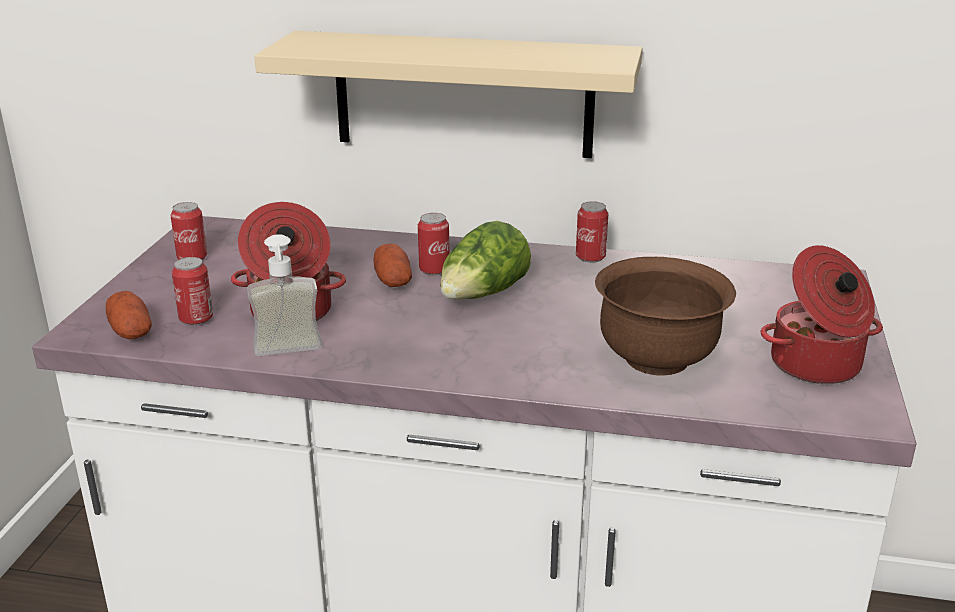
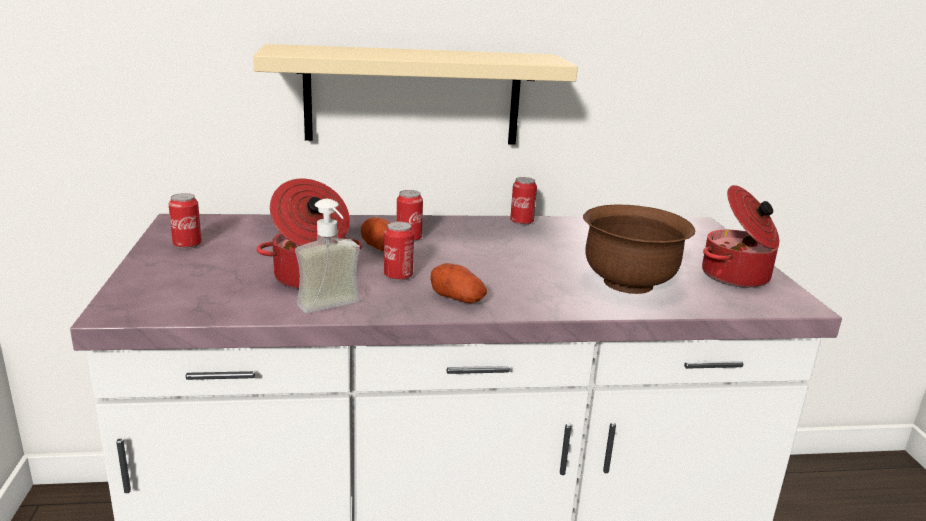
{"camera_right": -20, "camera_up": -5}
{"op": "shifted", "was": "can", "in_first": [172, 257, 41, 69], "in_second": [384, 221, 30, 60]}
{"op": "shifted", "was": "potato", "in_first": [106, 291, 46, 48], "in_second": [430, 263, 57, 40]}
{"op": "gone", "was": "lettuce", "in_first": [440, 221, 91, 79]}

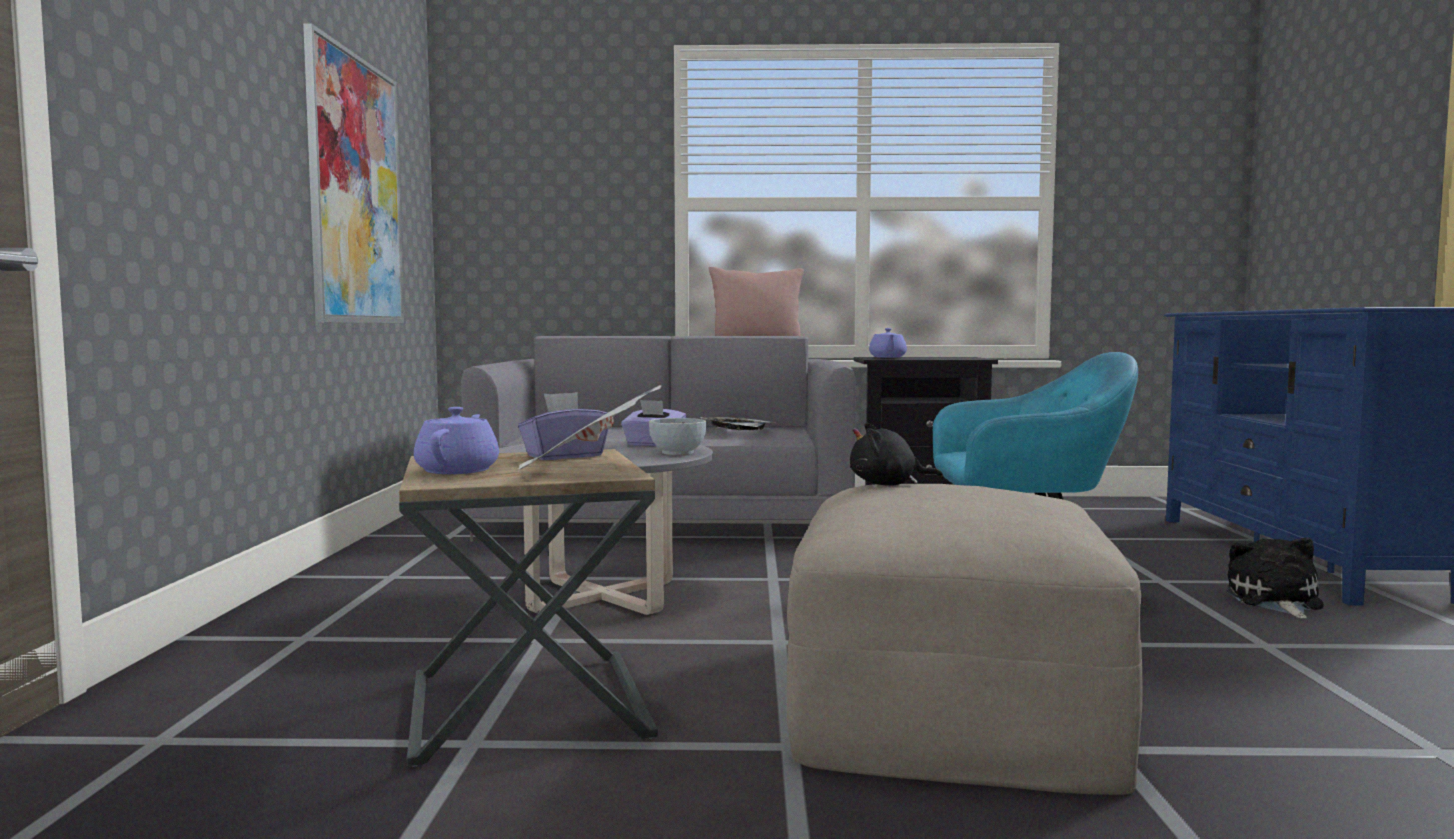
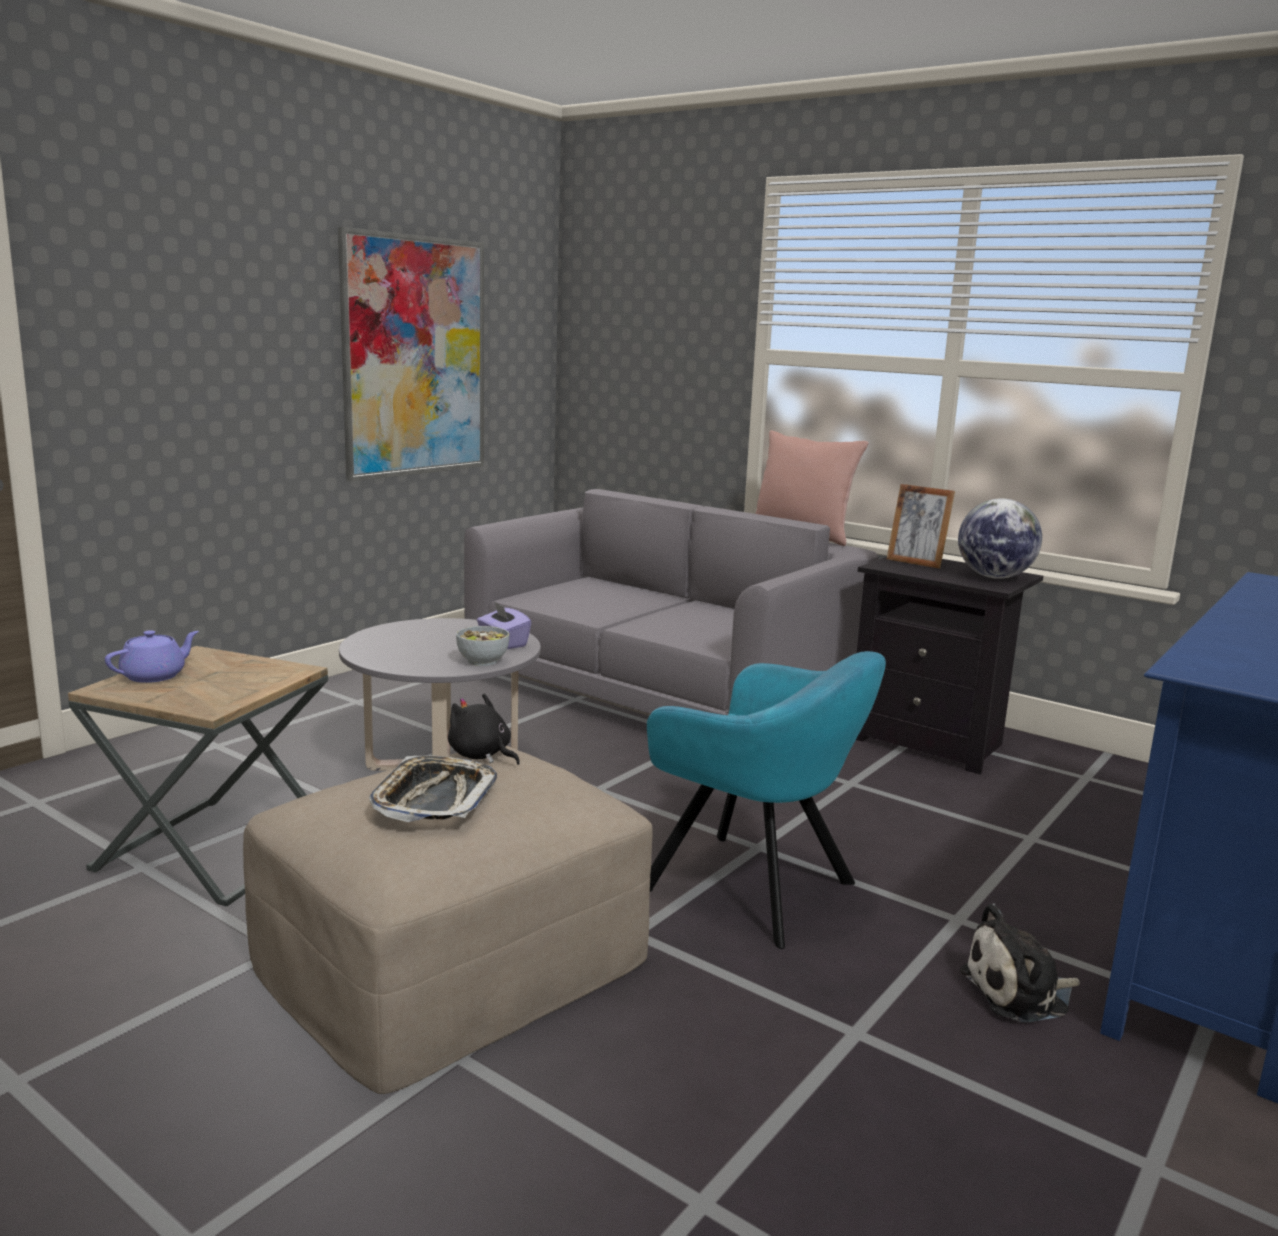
{"camera_right": 35, "camera_up": 10}
{"op": "shifted", "was": "tray", "in_first": [699, 417, 77, 13], "in_second": [369, 755, 128, 67]}
{"op": "swapped", "was": "teapot (purple)", "now": "picture frame", "in_first": [869, 328, 38, 30], "in_second": [887, 484, 68, 85]}
{"op": "new", "now": "globe", "in_second": [958, 498, 84, 81]}
{"op": "rotated", "was": "plush toy", "in_first": [1227, 537, 97, 82], "in_second": [960, 903, 120, 119], "clockwise": -150}
{"op": "gone", "was": "tissue box (purple)", "in_first": [518, 392, 91, 68]}
{"op": "gone", "was": "newspaper", "in_first": [519, 385, 143, 84]}

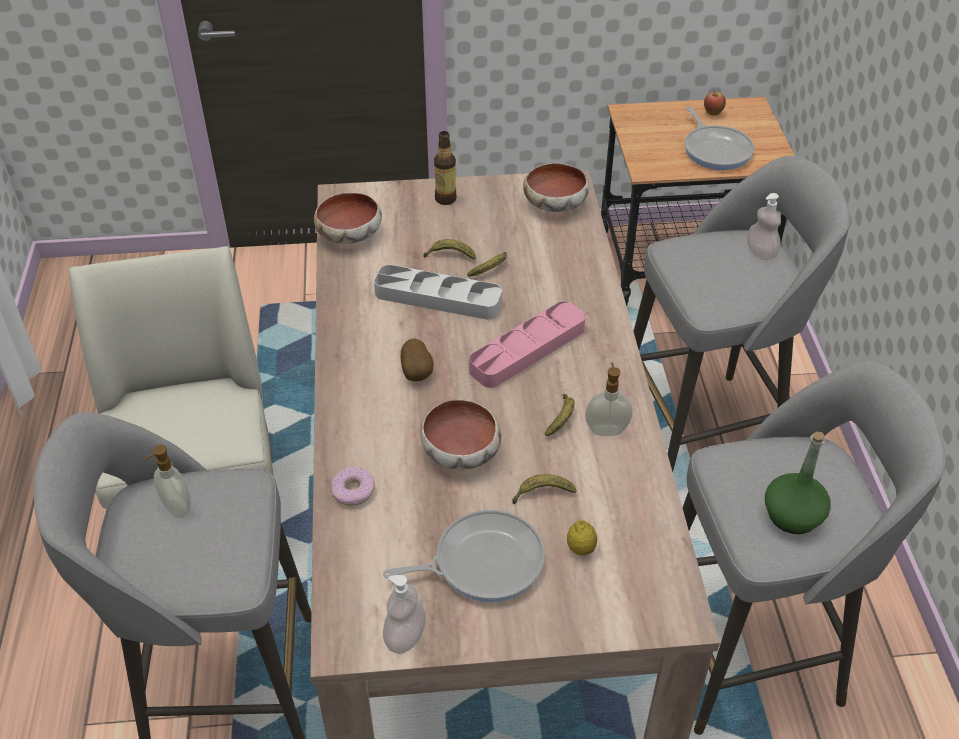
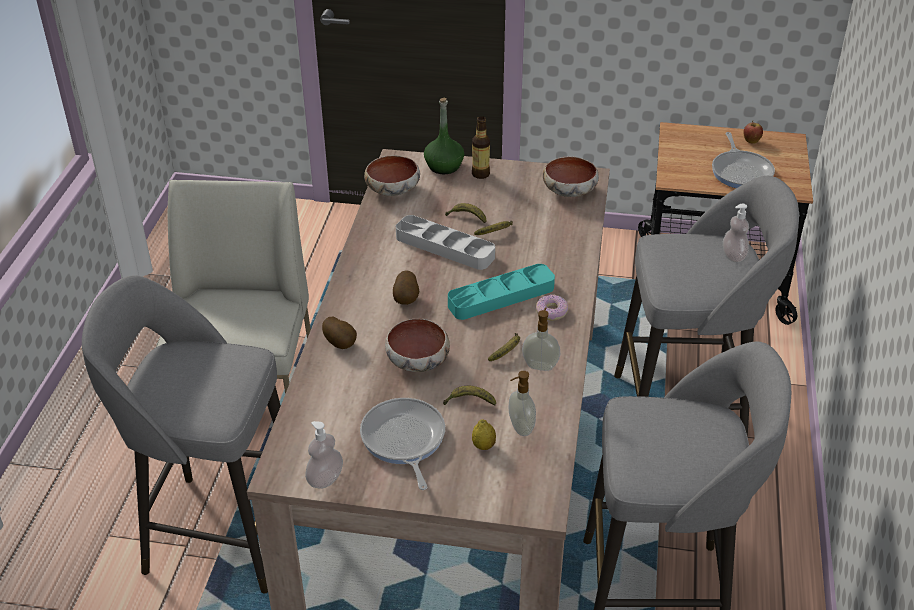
{"camera_right": 15, "camera_up": -5}
{"op": "new", "now": "potato", "in_second": [322, 316, 35, 33]}
{"op": "rotated", "was": "frying pan", "in_first": [383, 510, 162, 93], "in_second": [360, 398, 85, 92], "clockwise": -105}
{"op": "shifted", "was": "bottle (green)", "in_first": [765, 431, 66, 103], "in_second": [424, 98, 40, 76]}
{"op": "repainted", "was": "tray (pink)", "now": "tray (turquoise)", "in_first": [469, 301, 117, 87], "in_second": [448, 264, 107, 56]}
{"op": "shifted", "was": "soap dispenser", "in_first": [144, 445, 47, 73], "in_second": [509, 371, 27, 65]}
{"op": "shifted", "was": "donut", "in_first": [331, 467, 44, 39], "in_second": [536, 295, 33, 26]}

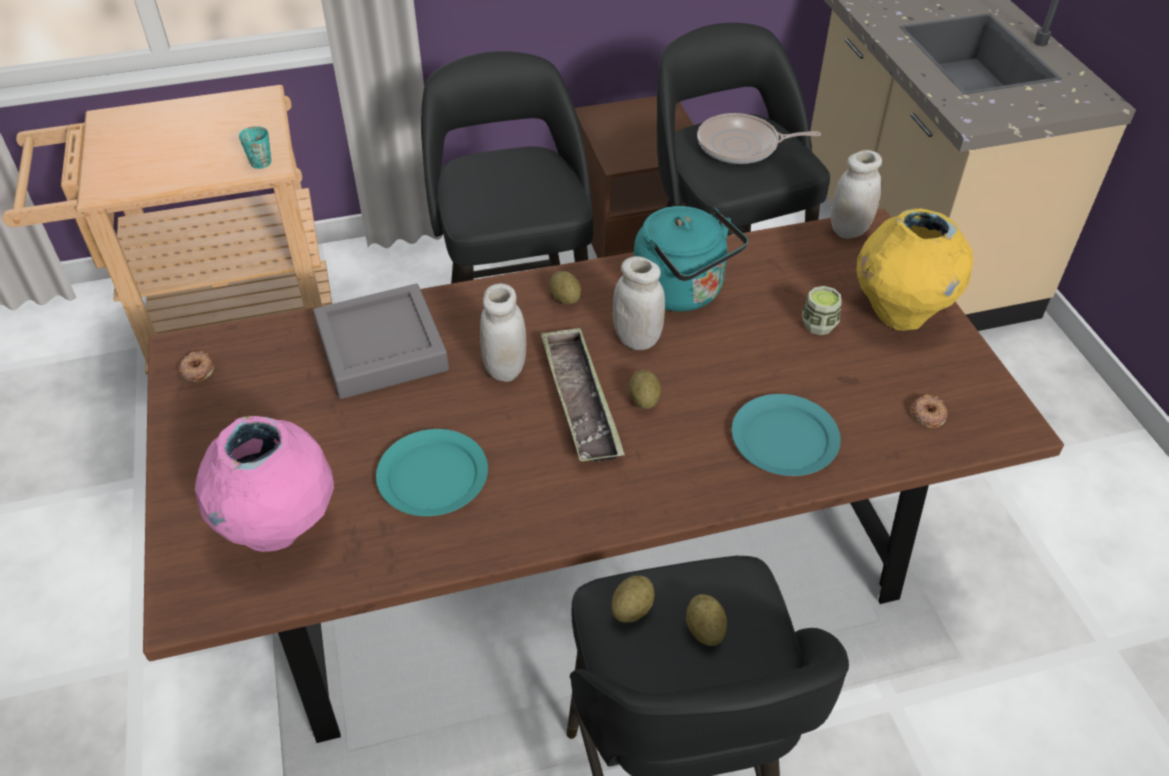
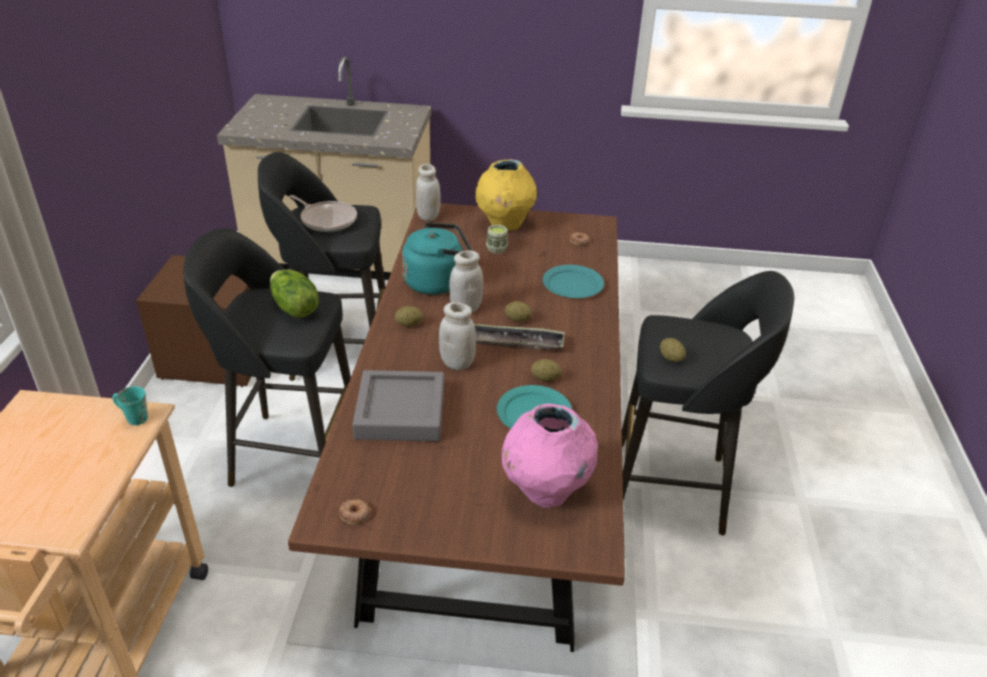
{"camera_right": -70, "camera_up": -10}
{"op": "new", "now": "lettuce", "in_second": [270, 270, 49, 48]}
{"op": "rotated", "was": "frying pan", "in_first": [697, 113, 124, 51], "in_second": [289, 195, 68, 37], "clockwise": -75}
{"op": "shifted", "was": "potato", "in_first": [686, 594, 41, 52], "in_second": [531, 359, 31, 22]}

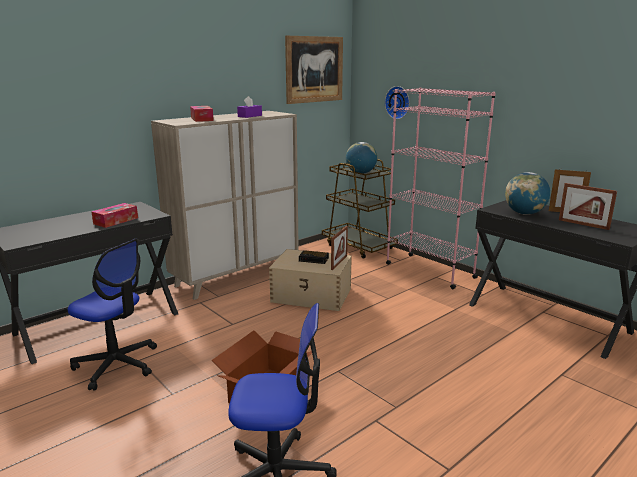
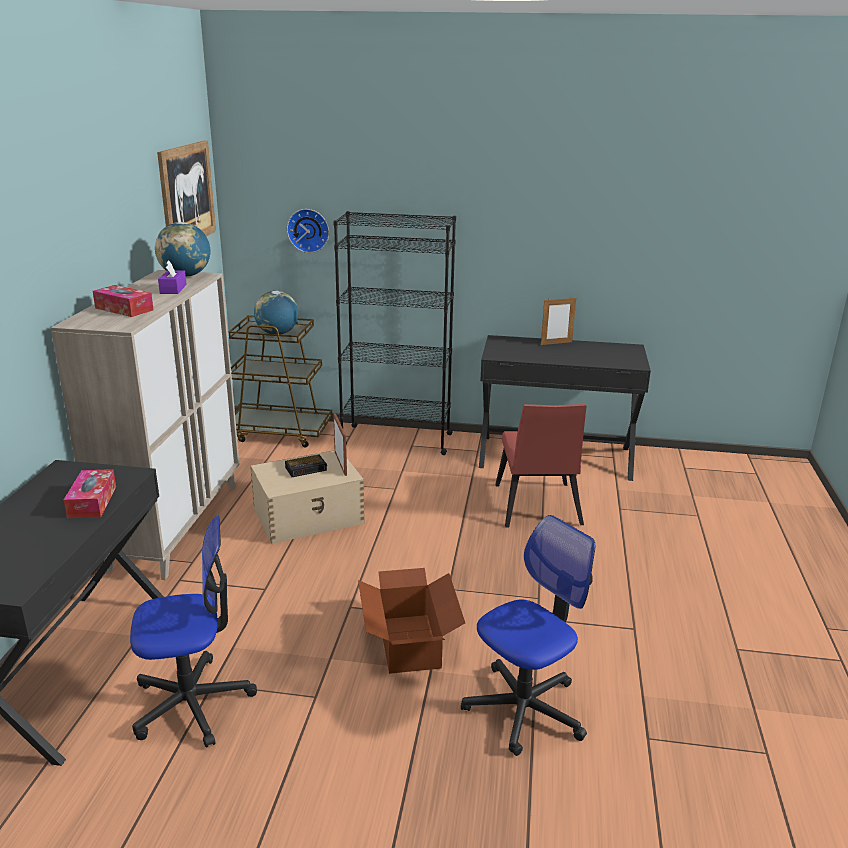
{"camera_right": -40, "camera_up": 5}
{"op": "shifted", "was": "globe", "in_first": [505, 172, 45, 43], "in_second": [155, 222, 55, 55]}
{"op": "repainted", "was": "bookcase (pink)", "now": "bookcase (black)", "in_first": [386, 87, 110, 202], "in_second": [334, 211, 122, 244]}
{"op": "new", "now": "chair (red)", "in_second": [495, 404, 92, 123]}
{"op": "gone", "was": "picture frame", "in_first": [559, 183, 58, 47]}

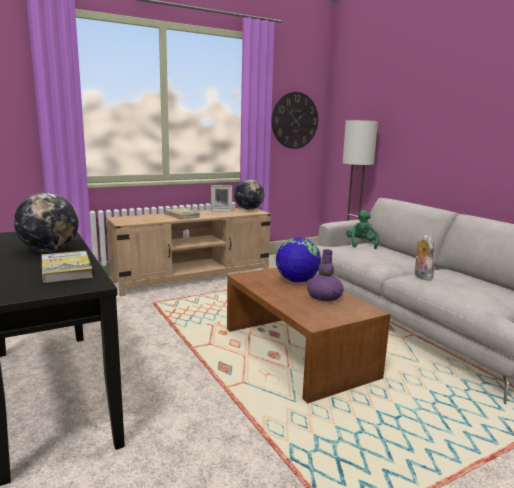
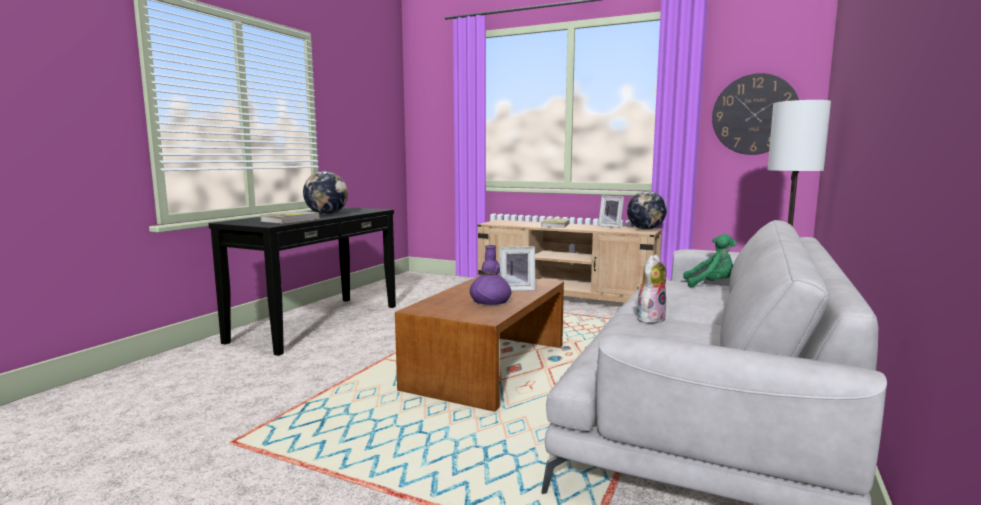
{"camera_right": 55, "camera_up": -5}
{"op": "swapped", "was": "globe", "now": "picture frame", "in_first": [276, 237, 45, 45], "in_second": [499, 246, 36, 45]}
{"op": "rotated", "was": "plush toy (green)", "in_first": [346, 210, 33, 39], "in_second": [683, 234, 54, 54], "clockwise": 45}

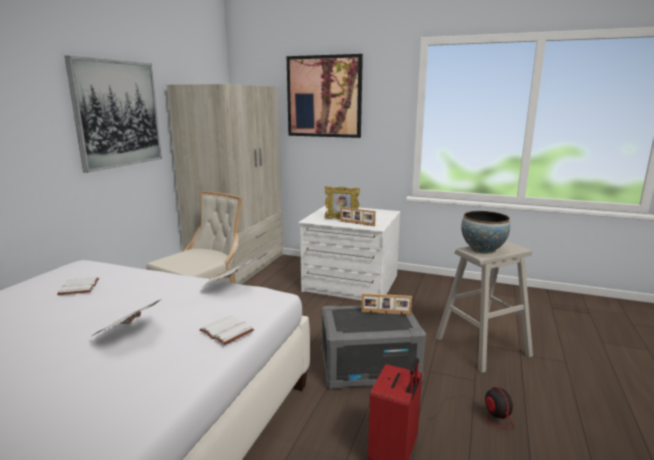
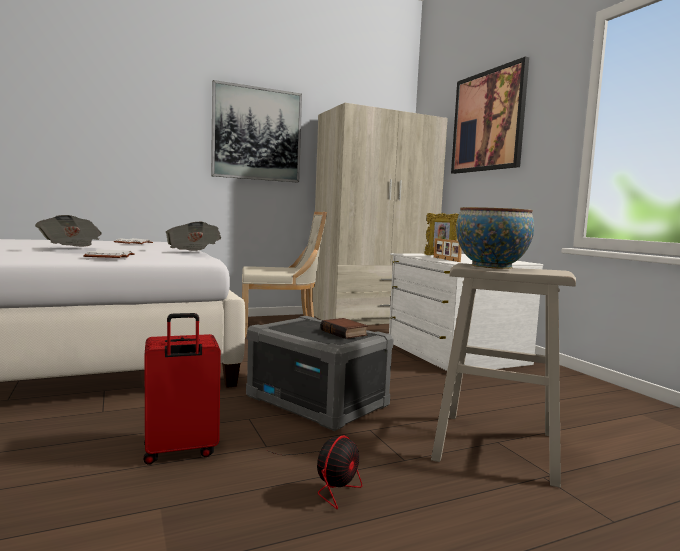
{"camera_right": 45, "camera_up": -10}
{"op": "swapped", "was": "picture frame", "now": "book", "in_first": [362, 293, 50, 22], "in_second": [321, 318, 47, 21]}

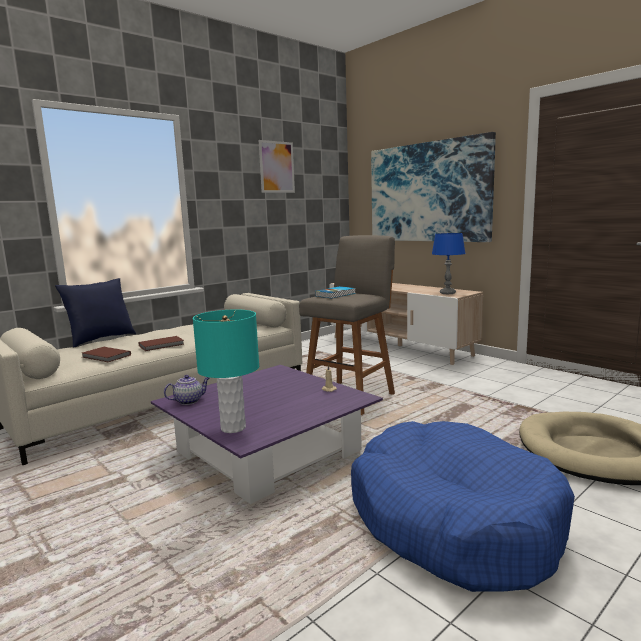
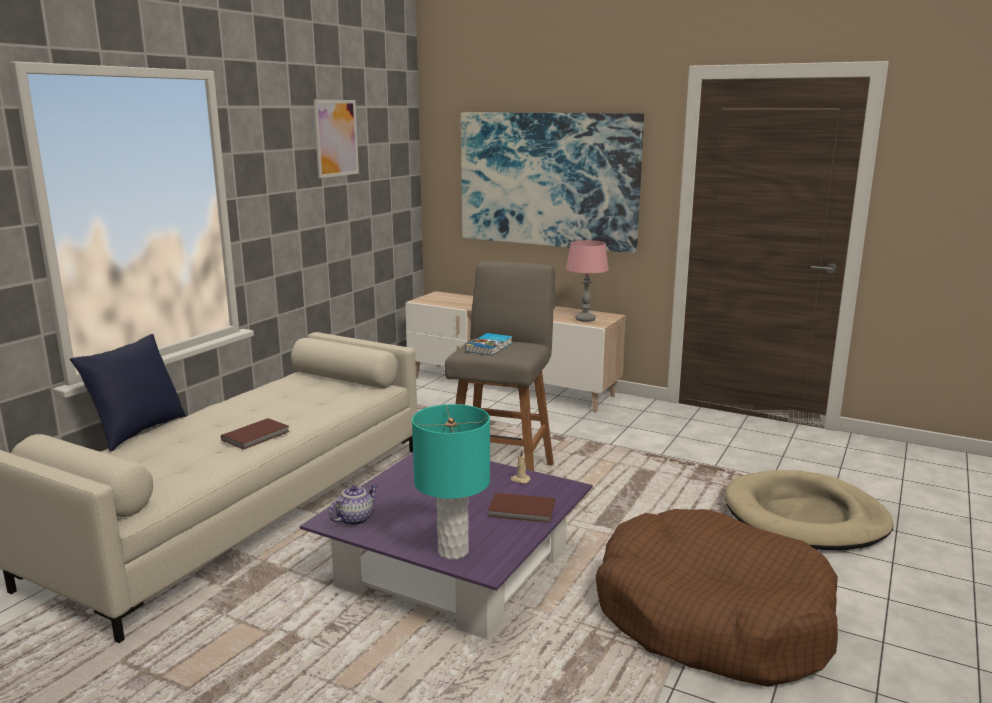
{"camera_right": -20, "camera_up": 5}
{"op": "shifted", "was": "book (brown)", "in_first": [82, 347, 49, 15], "in_second": [488, 493, 67, 30]}
{"op": "repainted", "was": "table lamp (blue)", "now": "table lamp (pink)", "in_first": [432, 233, 34, 61], "in_second": [566, 240, 43, 82]}
{"op": "repainted", "was": "dog bed (blue)", "now": "dog bed (brown)", "in_first": [351, 421, 224, 171], "in_second": [596, 509, 242, 178]}

